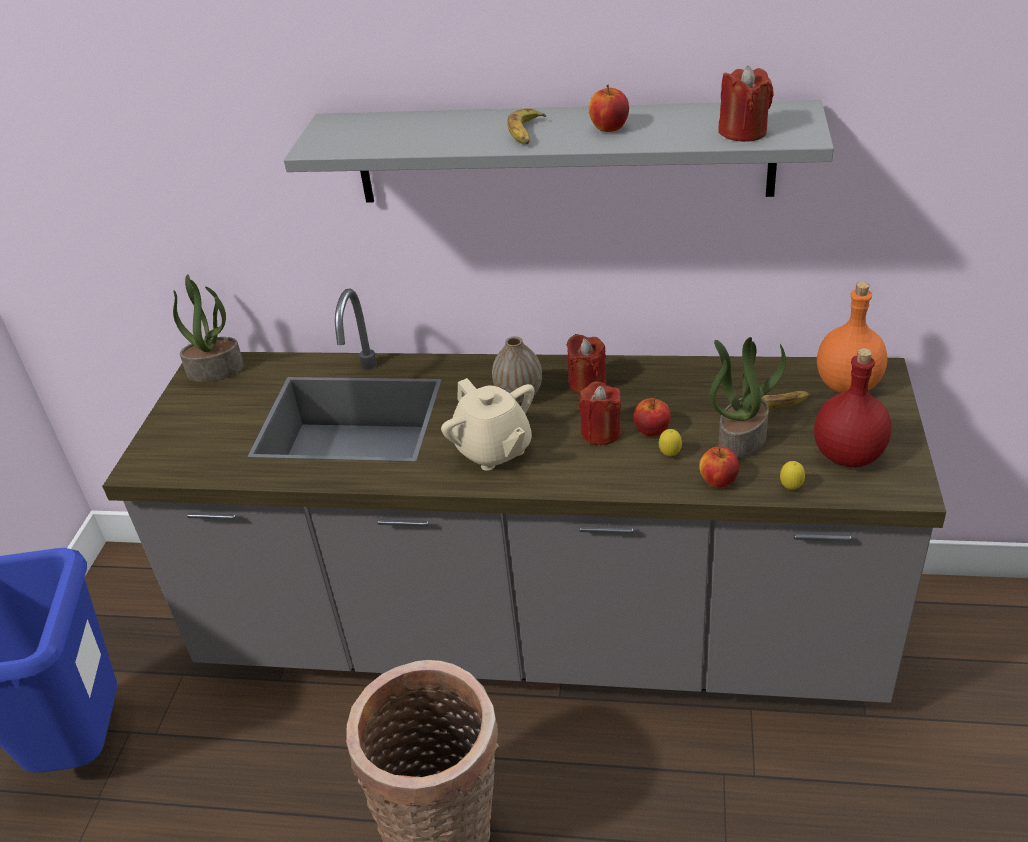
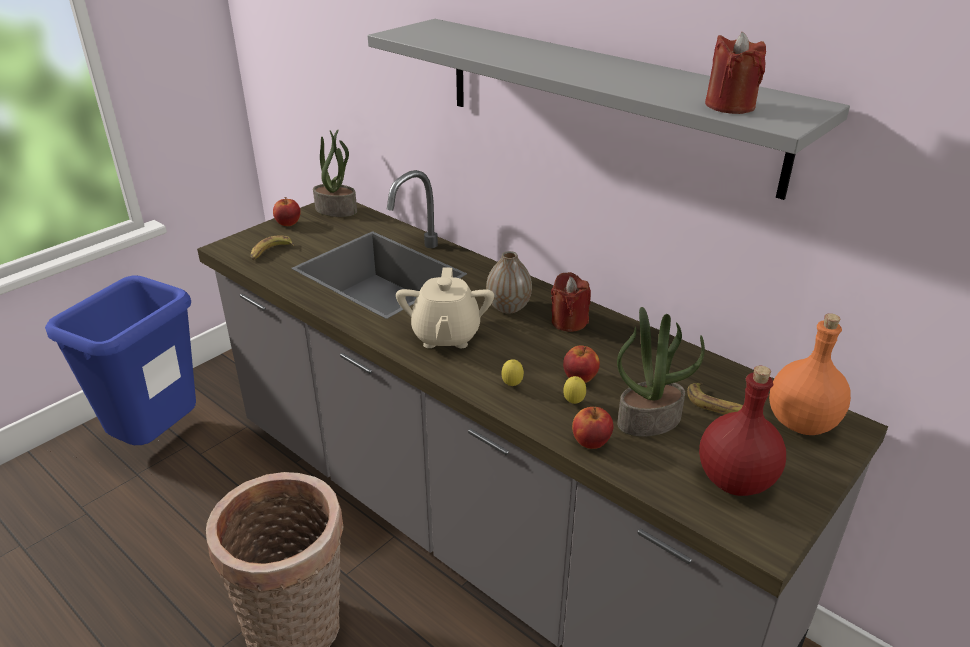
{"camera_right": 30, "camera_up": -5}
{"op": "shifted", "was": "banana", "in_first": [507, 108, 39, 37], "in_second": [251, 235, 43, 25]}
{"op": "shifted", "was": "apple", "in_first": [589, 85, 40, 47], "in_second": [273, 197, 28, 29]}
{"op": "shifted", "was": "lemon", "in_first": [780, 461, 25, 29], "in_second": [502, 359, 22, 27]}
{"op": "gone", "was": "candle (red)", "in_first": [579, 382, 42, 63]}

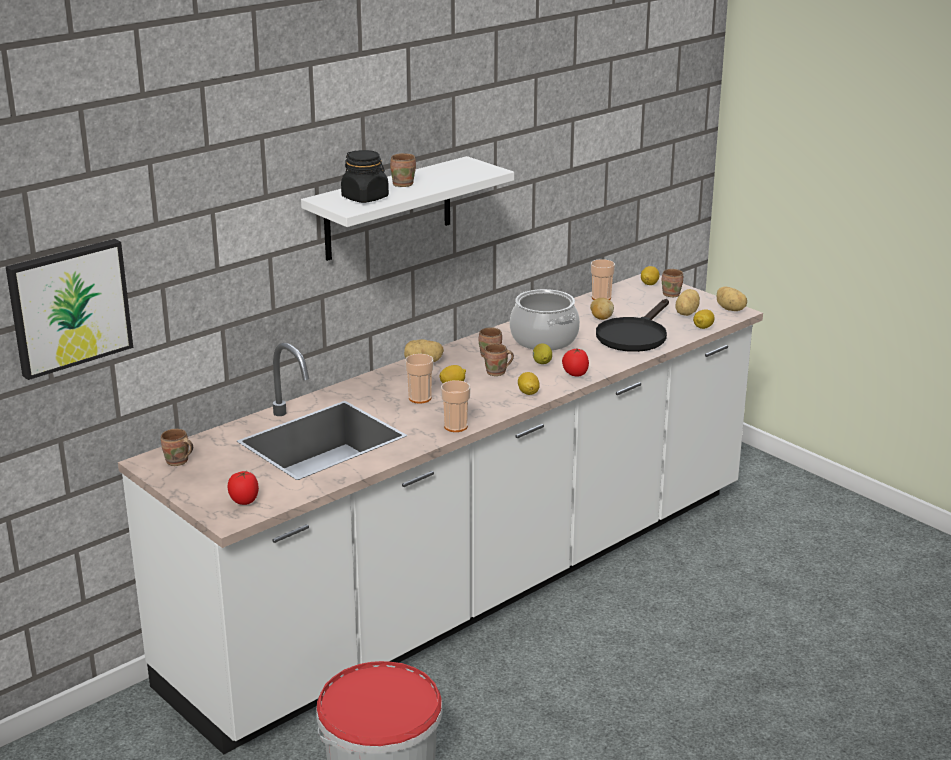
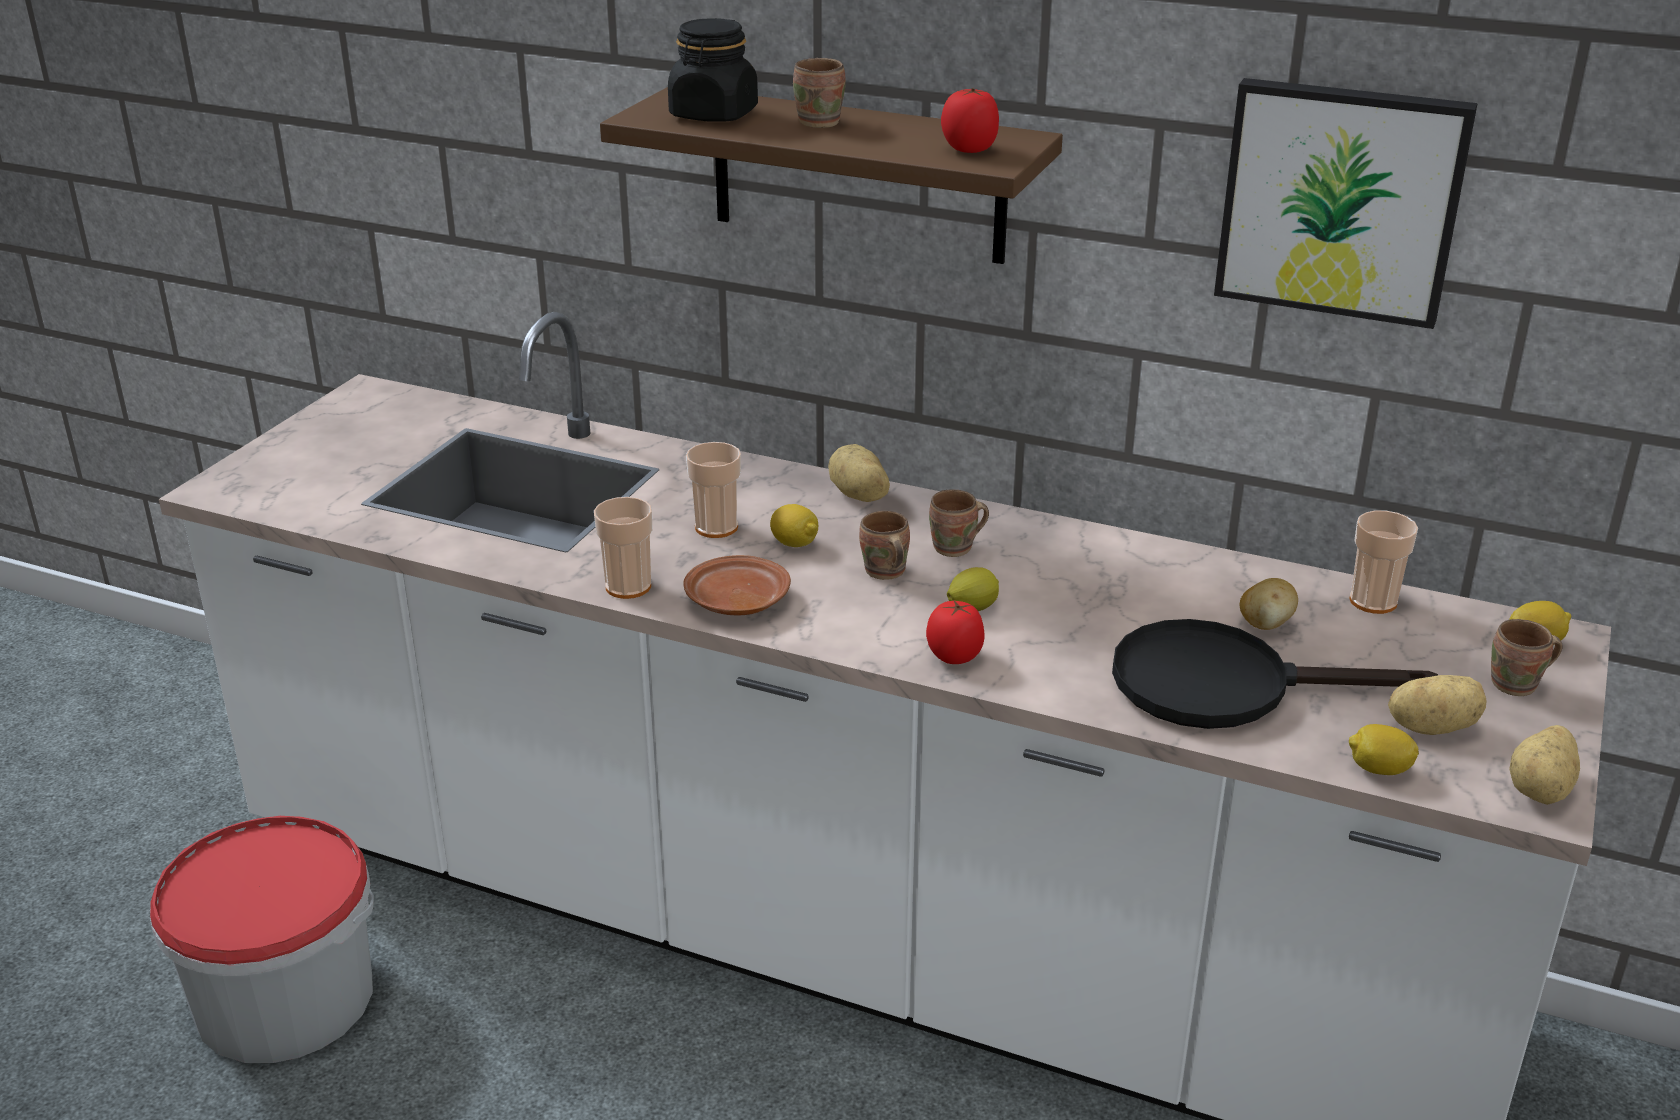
{"camera_right": 65, "camera_up": 5}
{"op": "repainted", "was": "shelf (white)", "now": "shelf (brown)", "in_first": [301, 156, 213, 105], "in_second": [600, 87, 463, 177]}
{"op": "new", "now": "plate (brown)", "in_second": [683, 555, 108, 61]}
{"op": "shifted", "was": "tomato", "in_first": [227, 471, 32, 34], "in_second": [941, 88, 58, 65]}
{"op": "shifted", "was": "picture", "in_first": [6, 239, 127, 141], "in_second": [1214, 78, 264, 251]}
{"op": "gone", "was": "mug (brown)", "in_first": [161, 429, 32, 37]}
{"op": "gone", "was": "cooking pot", "in_first": [510, 289, 70, 61]}
{"op": "gone", "was": "lemon", "in_first": [518, 372, 22, 23]}

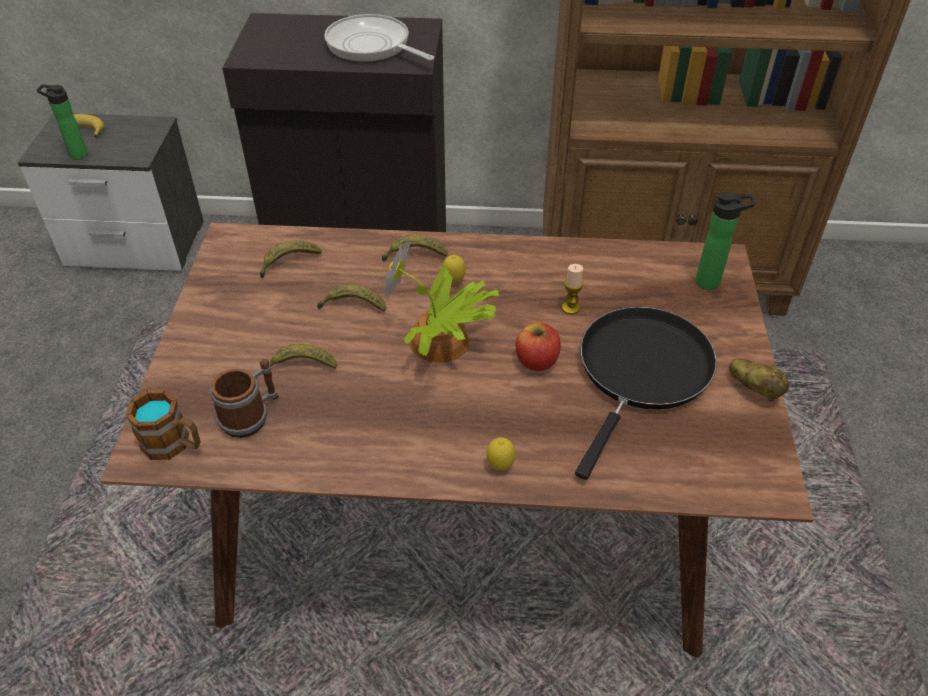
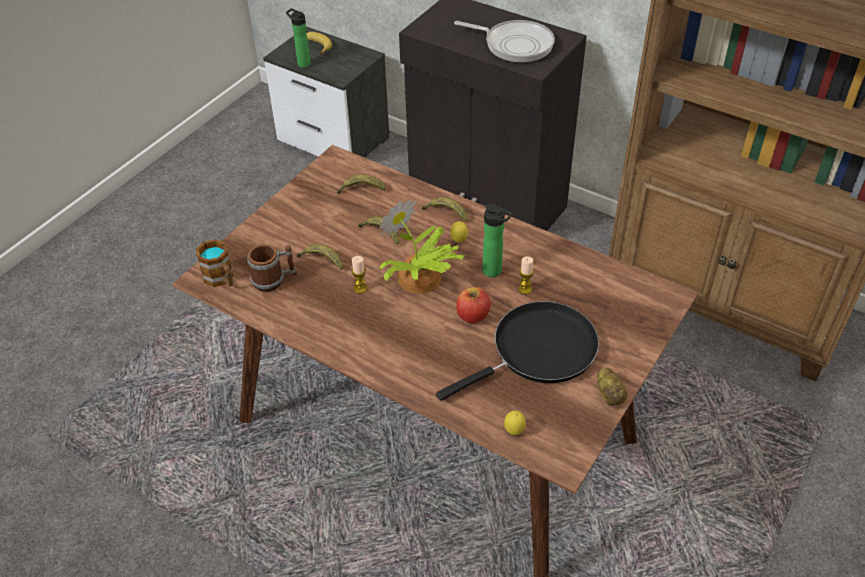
{"camera_right": 30, "camera_up": 0}
{"op": "new", "now": "candle", "in_second": [352, 256, 16, 37]}
{"op": "rotated", "was": "frying pan", "in_first": [324, 14, 110, 48], "in_second": [454, 20, 101, 43], "clockwise": 135}
{"op": "shifted", "was": "bottle", "in_first": [695, 192, 60, 98], "in_second": [482, 204, 31, 73]}
{"op": "shifted", "was": "lemon", "in_first": [486, 438, 29, 33], "in_second": [504, 410, 22, 25]}

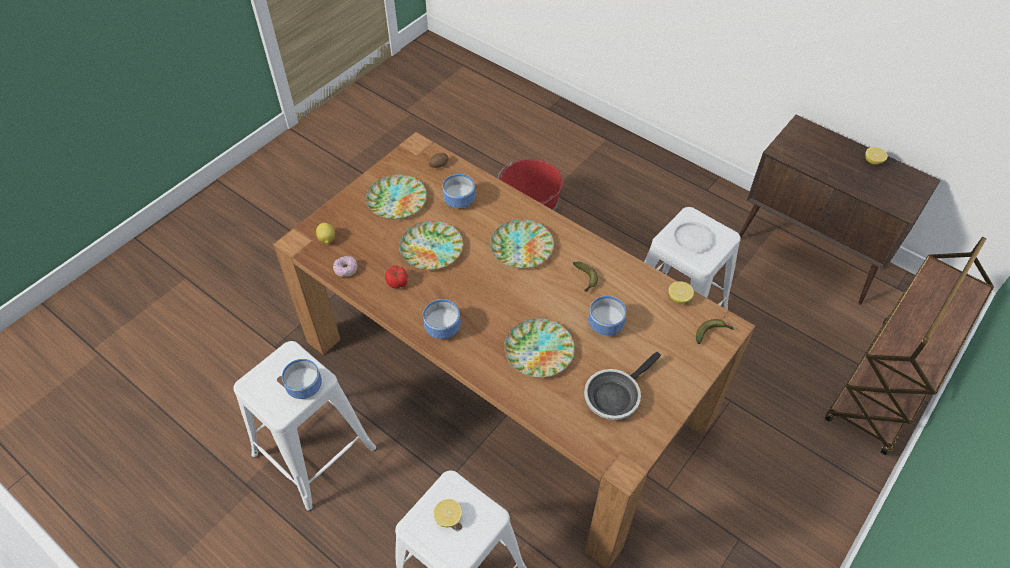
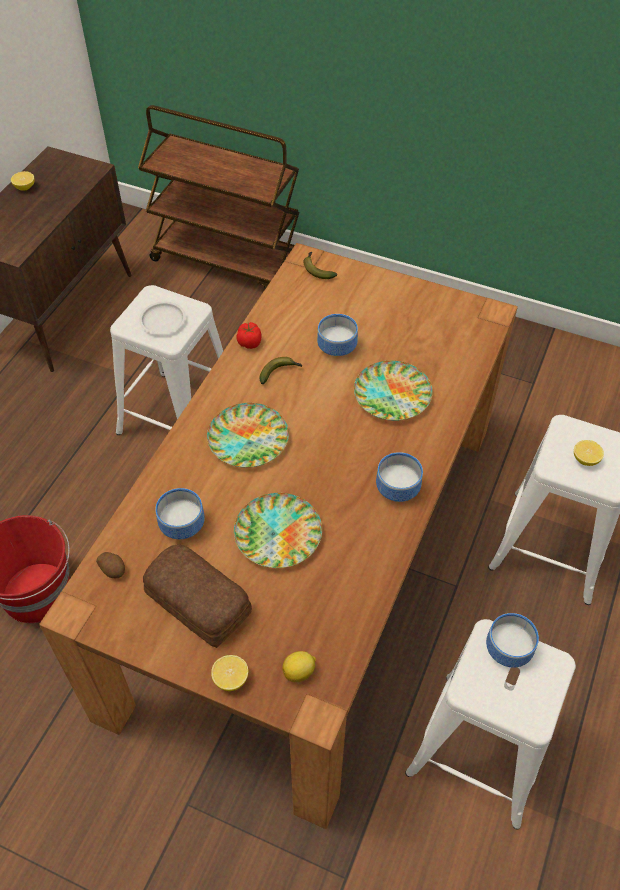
{"camera_right": -105, "camera_up": 0}
{"op": "swapped", "was": "plate", "now": "bread", "in_first": [366, 174, 61, 45], "in_second": [143, 544, 109, 104]}
{"op": "shifted", "was": "lemon", "in_first": [668, 281, 26, 23], "in_second": [211, 655, 37, 36]}
{"op": "shifted", "was": "tomato", "in_first": [385, 265, 23, 23], "in_second": [236, 322, 25, 27]}
{"op": "gone", "was": "donut", "in_first": [333, 256, 25, 21]}
{"op": "gone", "was": "frying pan", "in_first": [584, 352, 77, 68]}

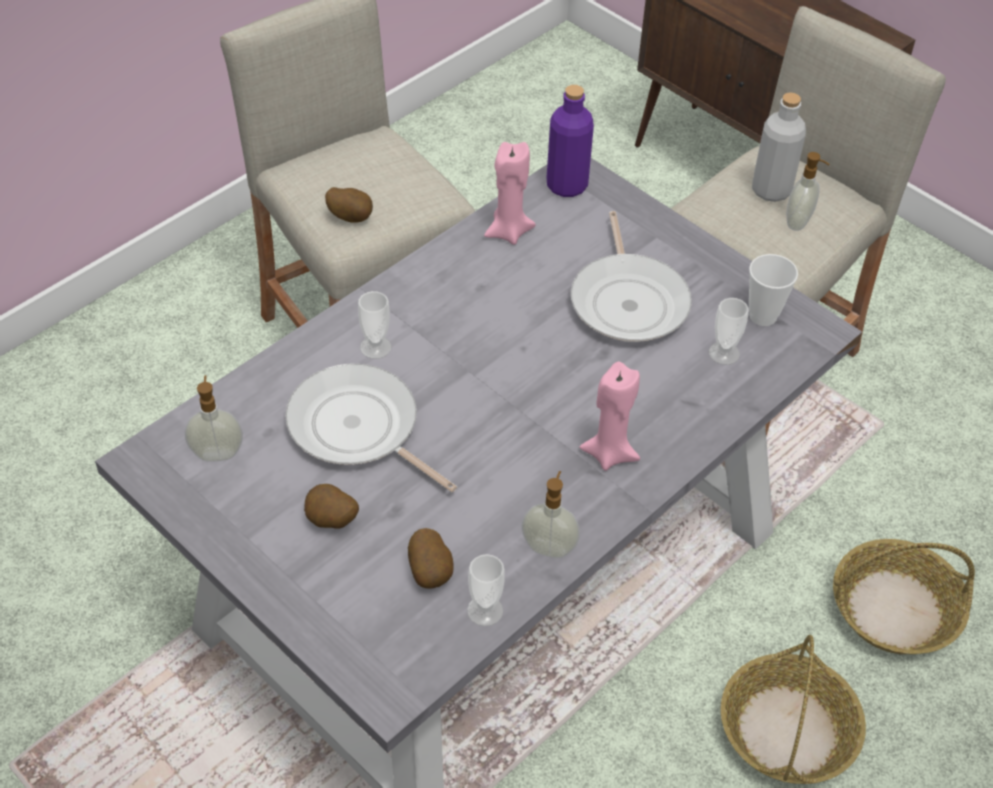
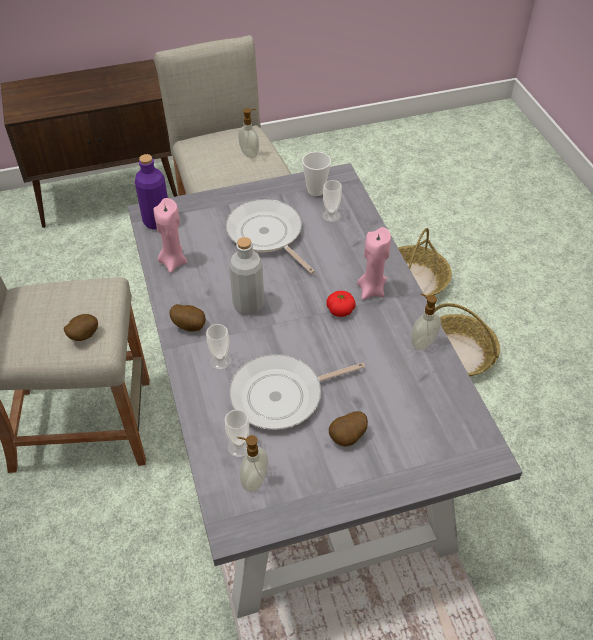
{"camera_right": -60, "camera_up": 0}
{"op": "shifted", "was": "potato", "in_first": [408, 528, 46, 61], "in_second": [170, 304, 36, 27]}
{"op": "shifted", "was": "cup", "in_first": [467, 554, 38, 72], "in_second": [225, 410, 24, 47]}
{"op": "rotated", "was": "frying pan", "in_first": [571, 211, 121, 131], "in_second": [226, 199, 89, 75], "clockwise": -150}
{"op": "shifted", "was": "bottle (grey)", "in_first": [752, 92, 54, 110], "in_second": [229, 237, 35, 78]}
{"op": "new", "now": "tomato", "in_second": [327, 291, 29, 26]}

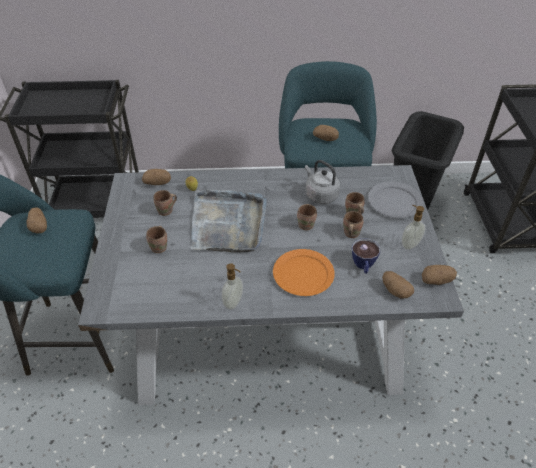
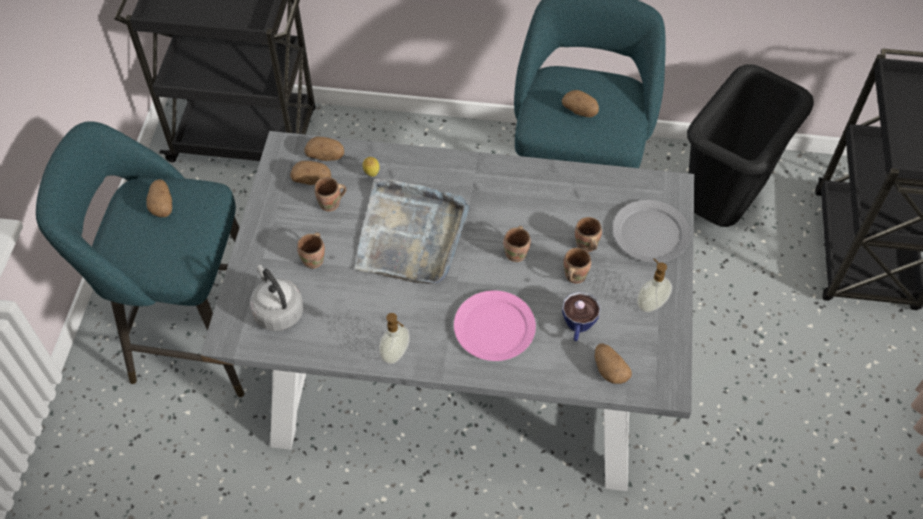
{"camera_right": 10, "camera_up": 10}
{"op": "shifted", "was": "kettle (grey)", "in_first": [305, 160, 35, 44], "in_second": [250, 264, 53, 67]}
{"op": "shifted", "was": "potato", "in_first": [422, 265, 35, 20], "in_second": [290, 161, 41, 24]}
{"op": "repainted", "was": "plate (orange)", "now": "plate (pink)", "in_first": [273, 249, 62, 47], "in_second": [454, 290, 82, 71]}

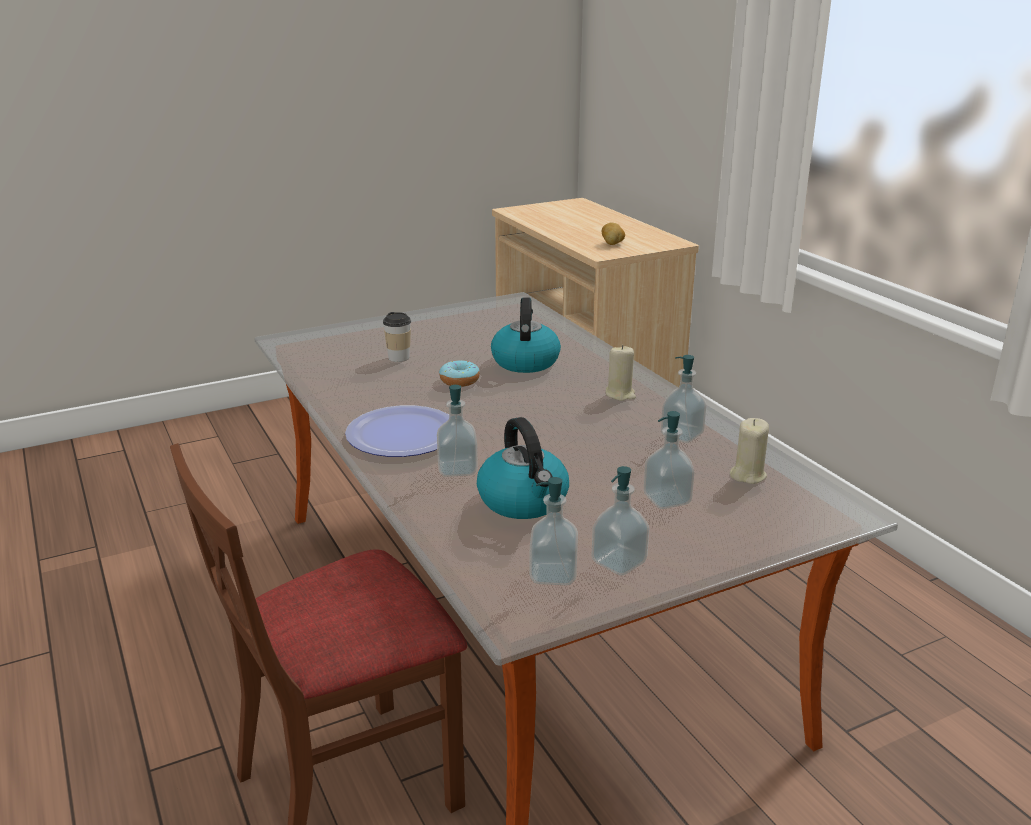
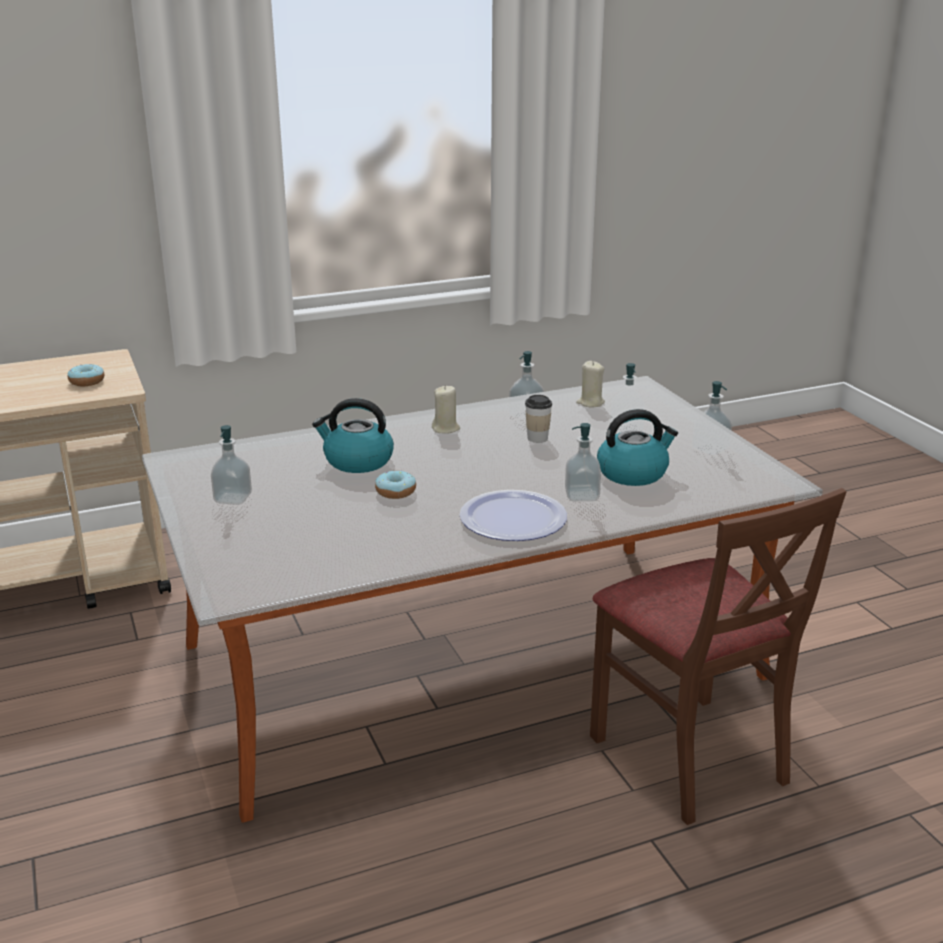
{"camera_right": -85, "camera_up": 0}
{"op": "swapped", "was": "potato", "now": "donut", "in_first": [601, 222, 24, 23], "in_second": [68, 364, 36, 22]}
{"op": "shifted", "was": "soap dispenser", "in_first": [529, 477, 49, 108], "in_second": [211, 425, 41, 80]}
{"op": "shifted", "was": "cup", "in_first": [383, 312, 28, 50], "in_second": [525, 395, 27, 48]}

